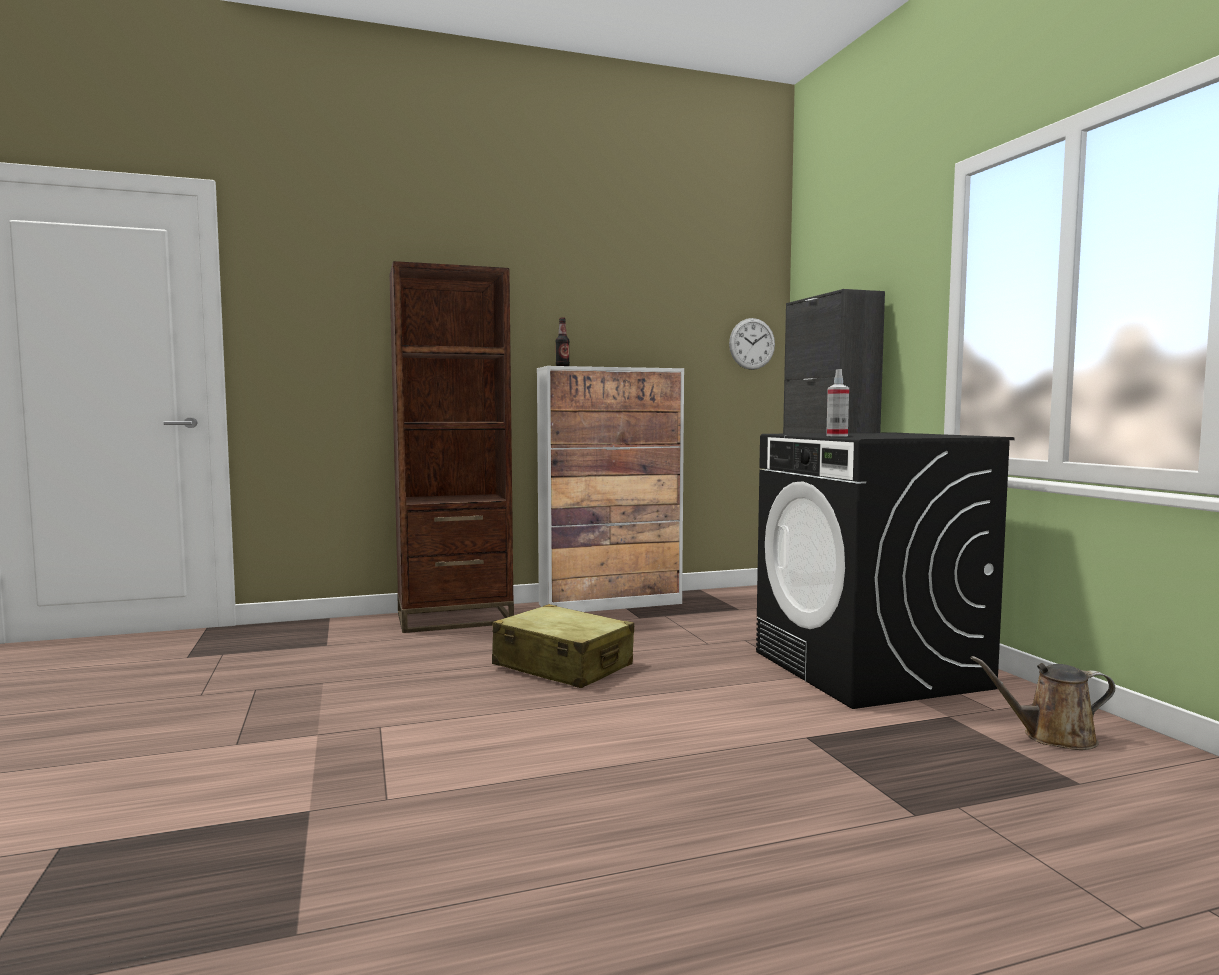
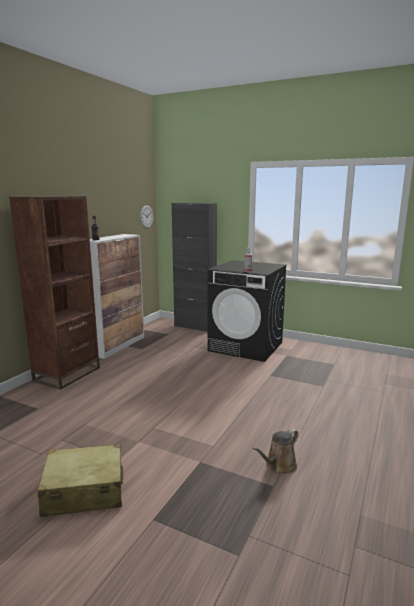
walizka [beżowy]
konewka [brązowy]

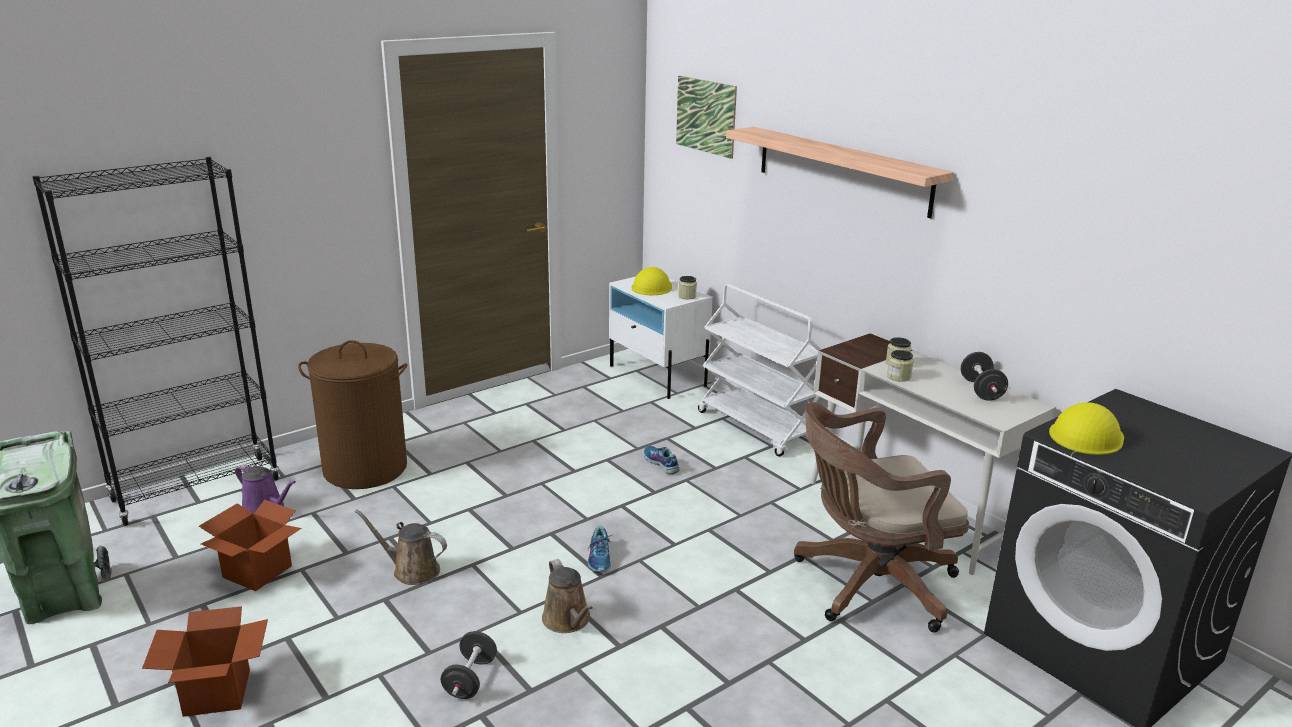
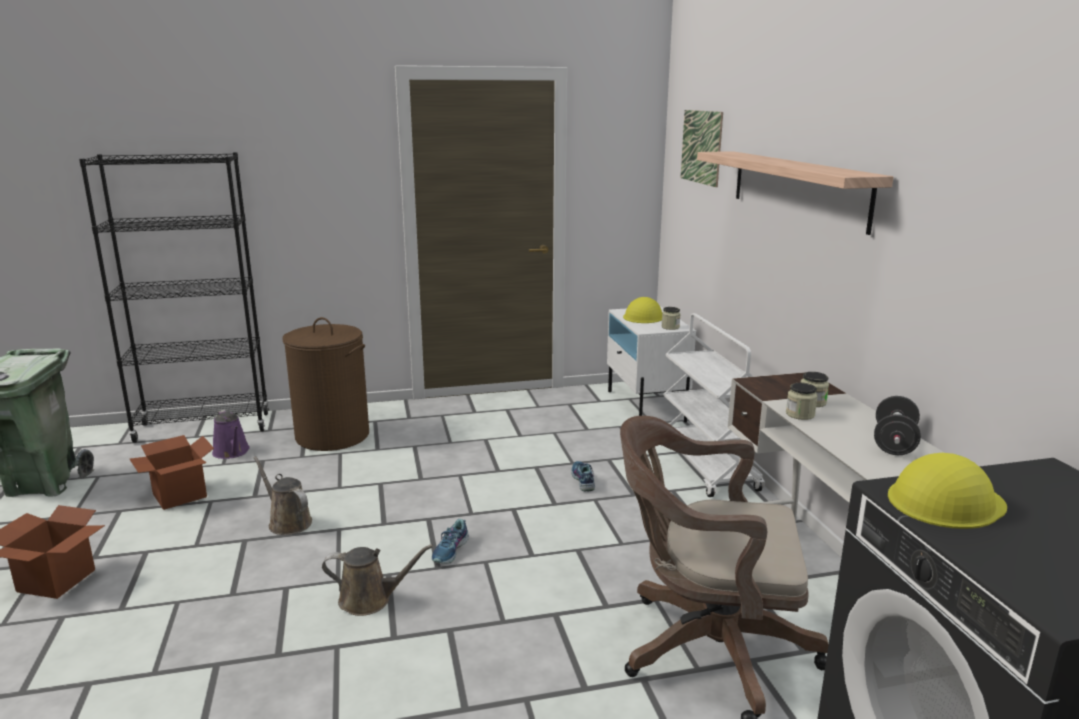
konewka [brązowy] (no. 2 from left)
hantel [czarny] (no. 1 from left in the first image)

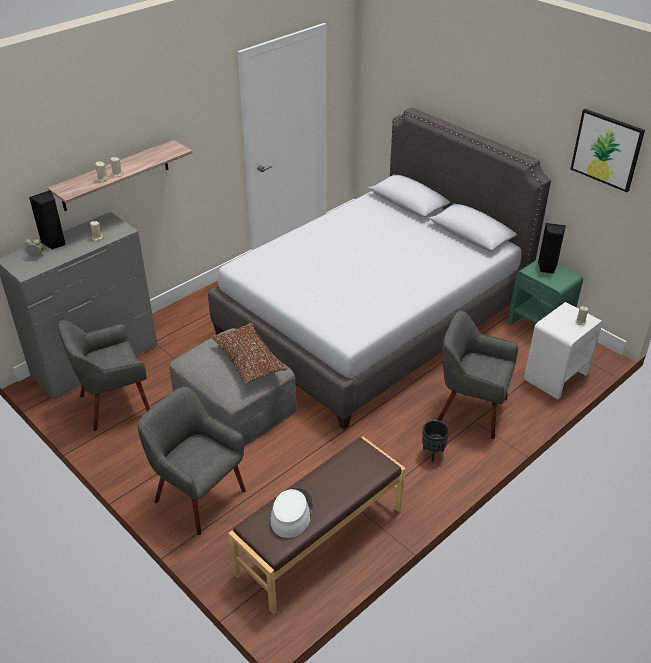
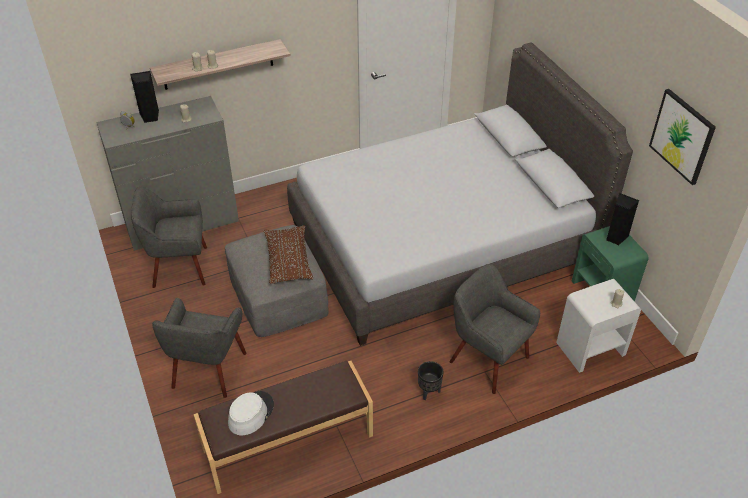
fotel [szary] (no. 2 from left)

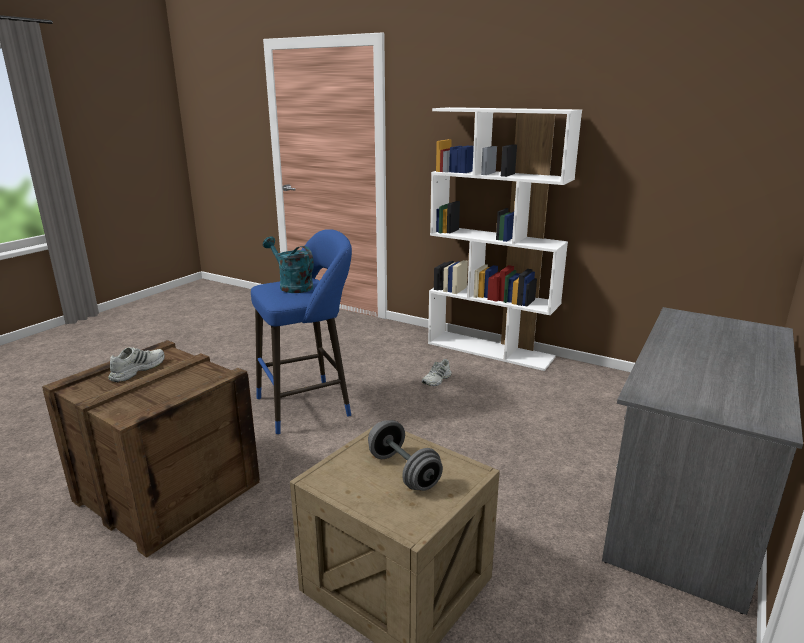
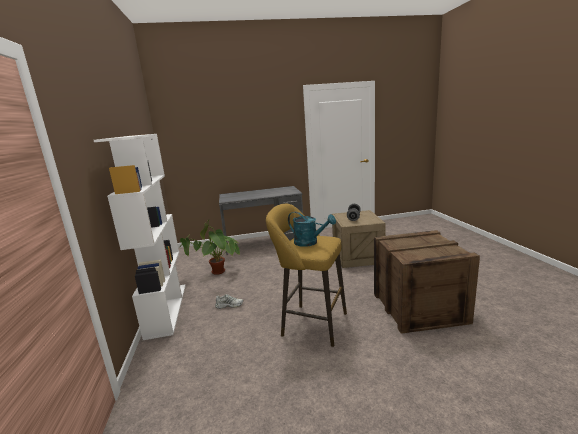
roślina doniczkowa
stołek [żółty]
konewka [turkusowy]
but [biały] (no. 1 from left in the first image)

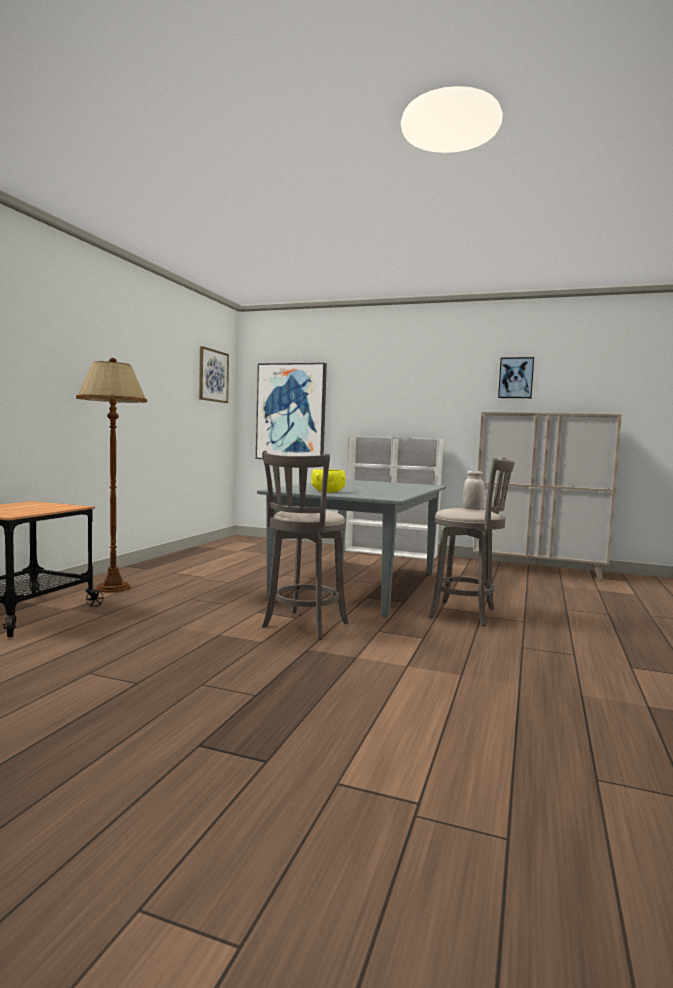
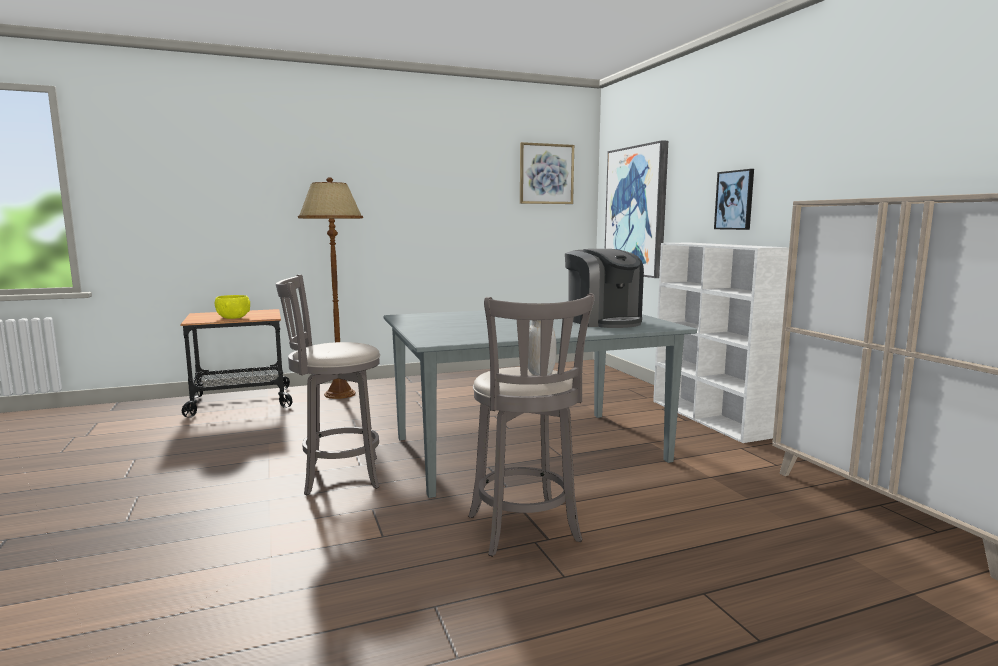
miska [żółty]
ekspres do kawy
obraz (no. 3 from left)

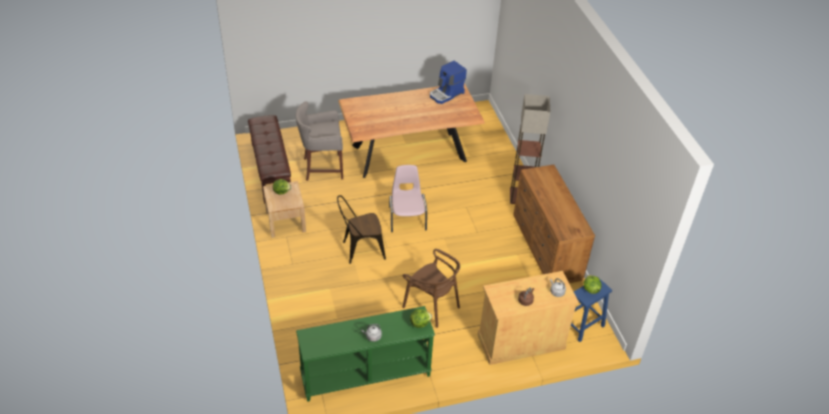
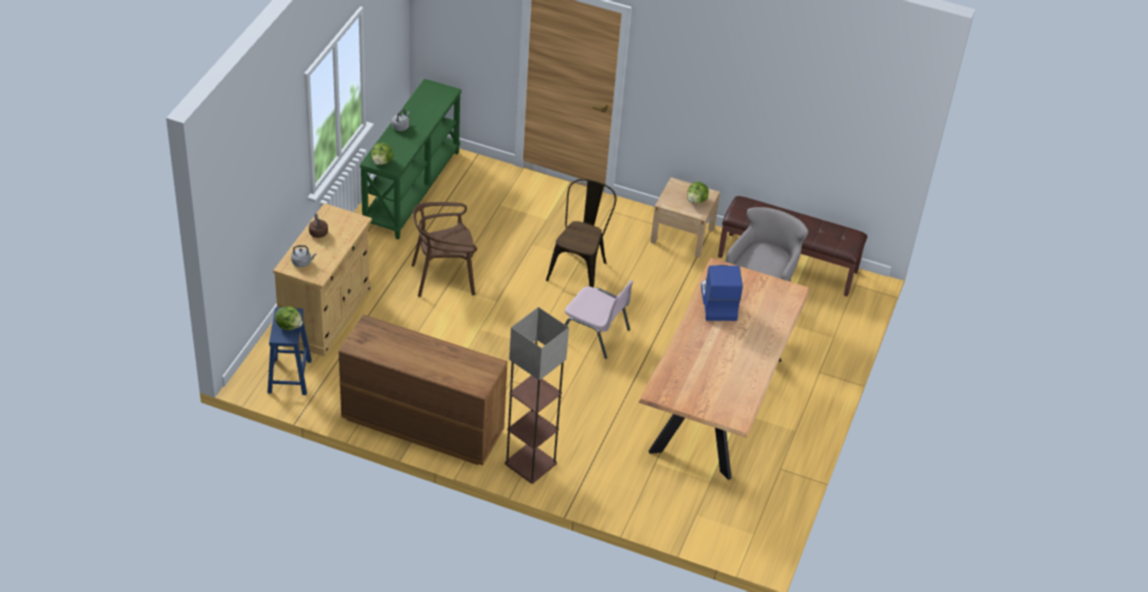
ekspres do kawy

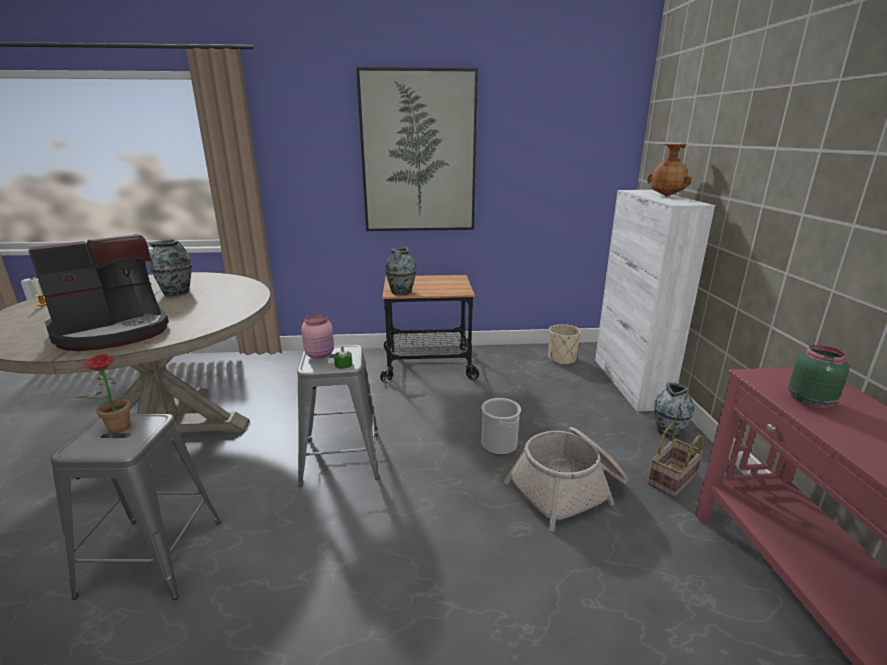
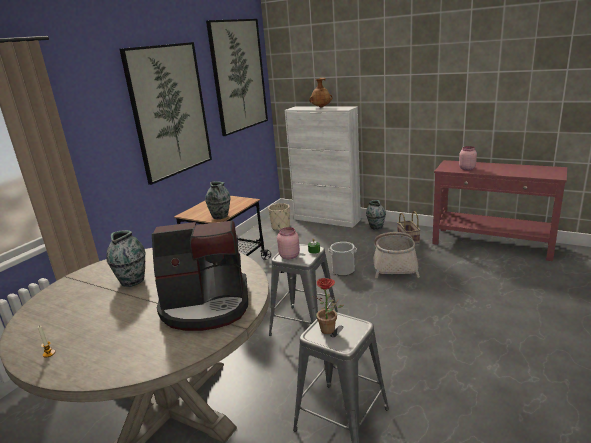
ekspres do kawy
obraz (no. 2 from left)
słoik [różowy] (no. 2 from left)

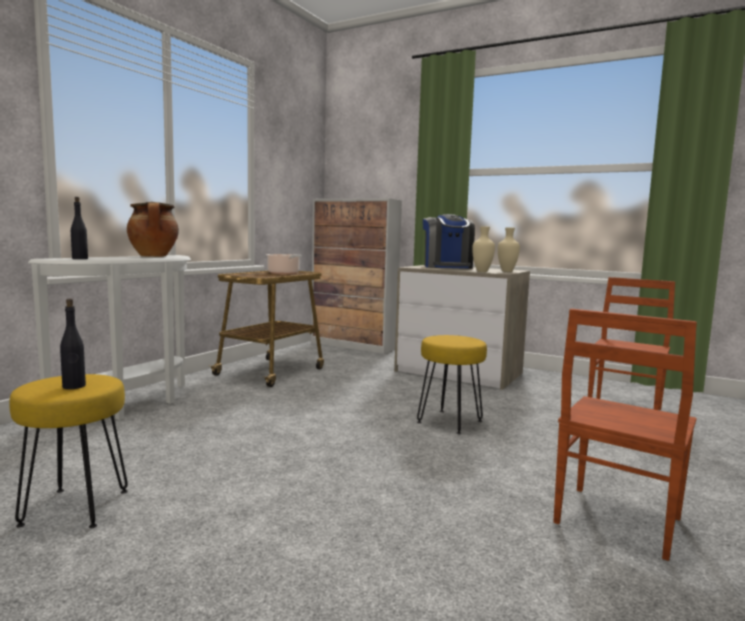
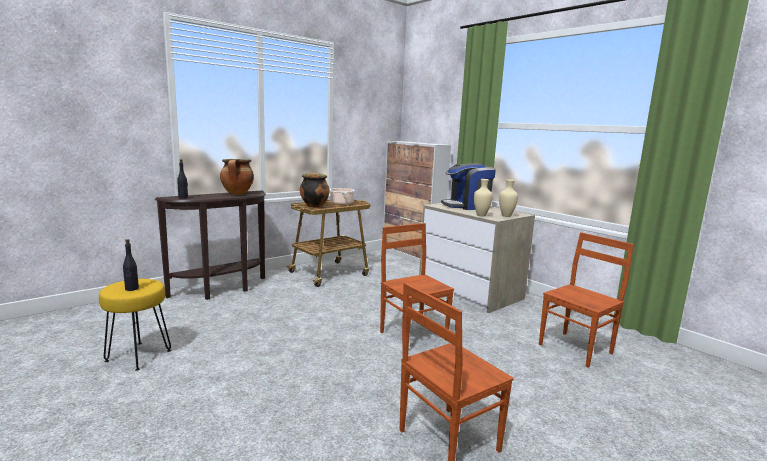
stolik konsolowy [brązowy]
garnek (no. 2 from left)
krzesło [brązowy] (no. 1 from left)
ekspres do kawy

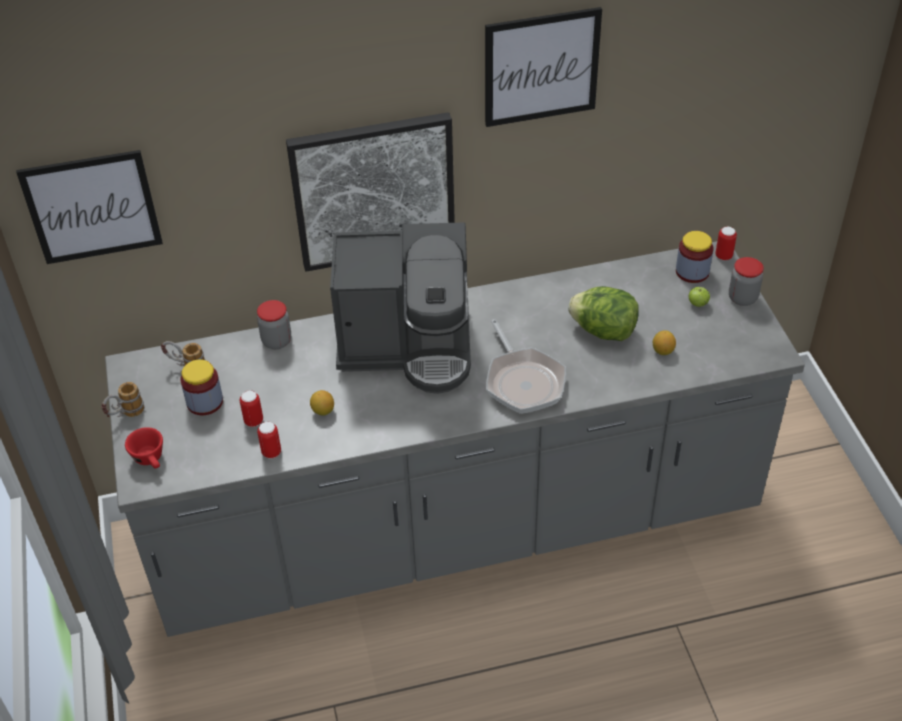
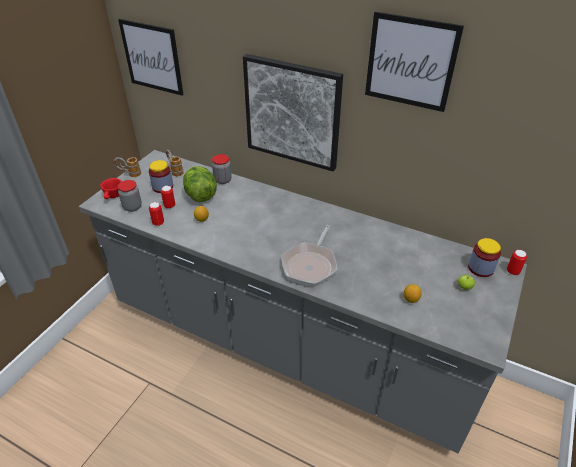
słoik (no. 1 from left)
sałata
ekspres do kawy

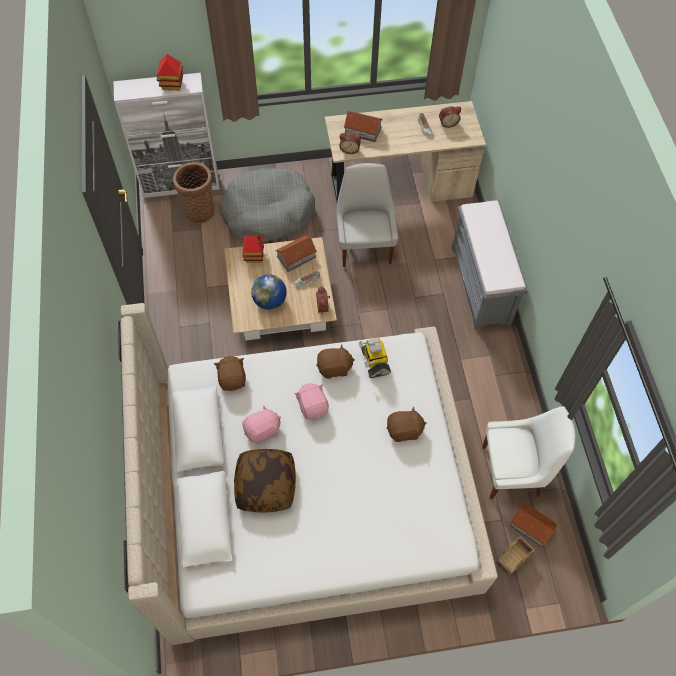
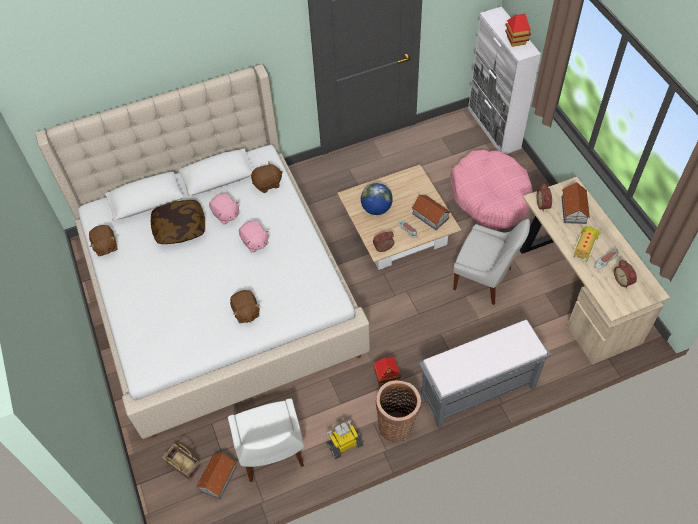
pluszak [brązowy] (no. 1 from left)
pluszak [różowy] (no. 2 from left)
robot zabawkowy
domek (no. 2 from left)
koszyk (no. 2 from left)
legowisko [różowy]
krzesło [biały] (no. 2 from left)
ciężarówka zabawkowa

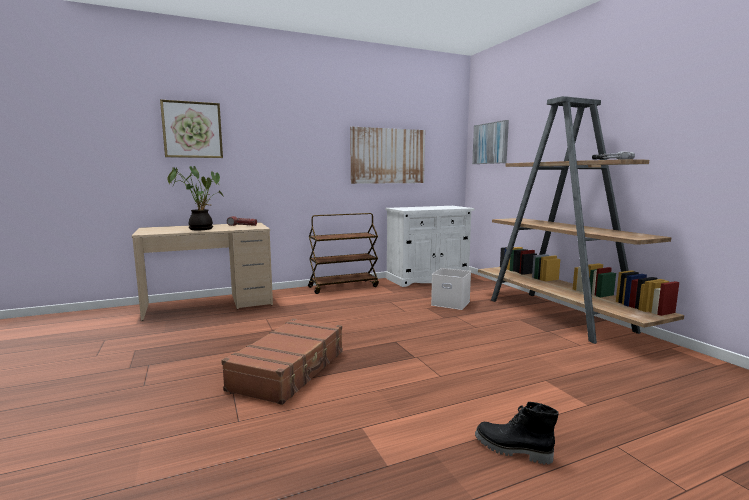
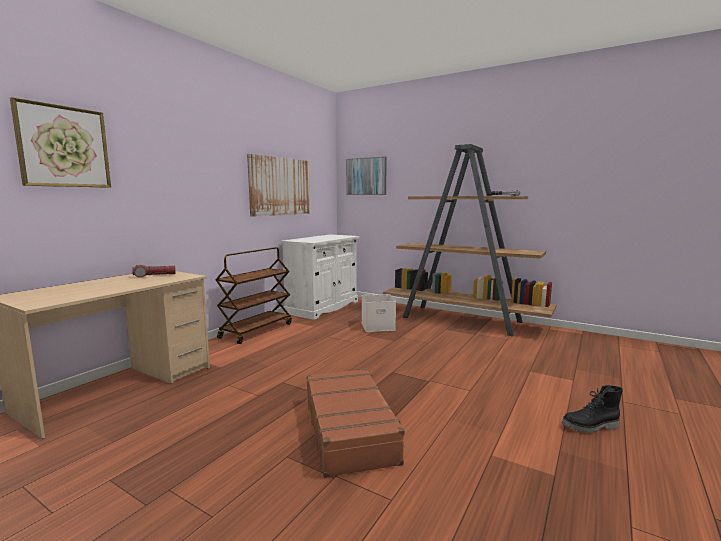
roślina doniczkowa

